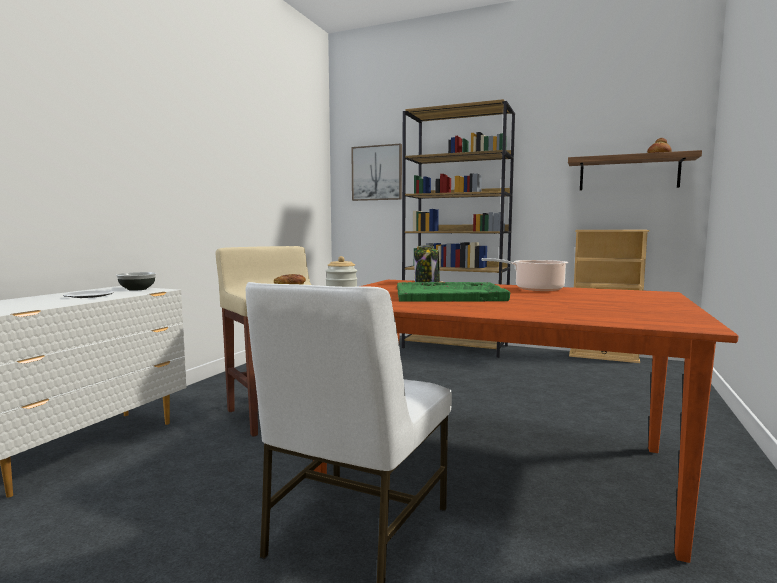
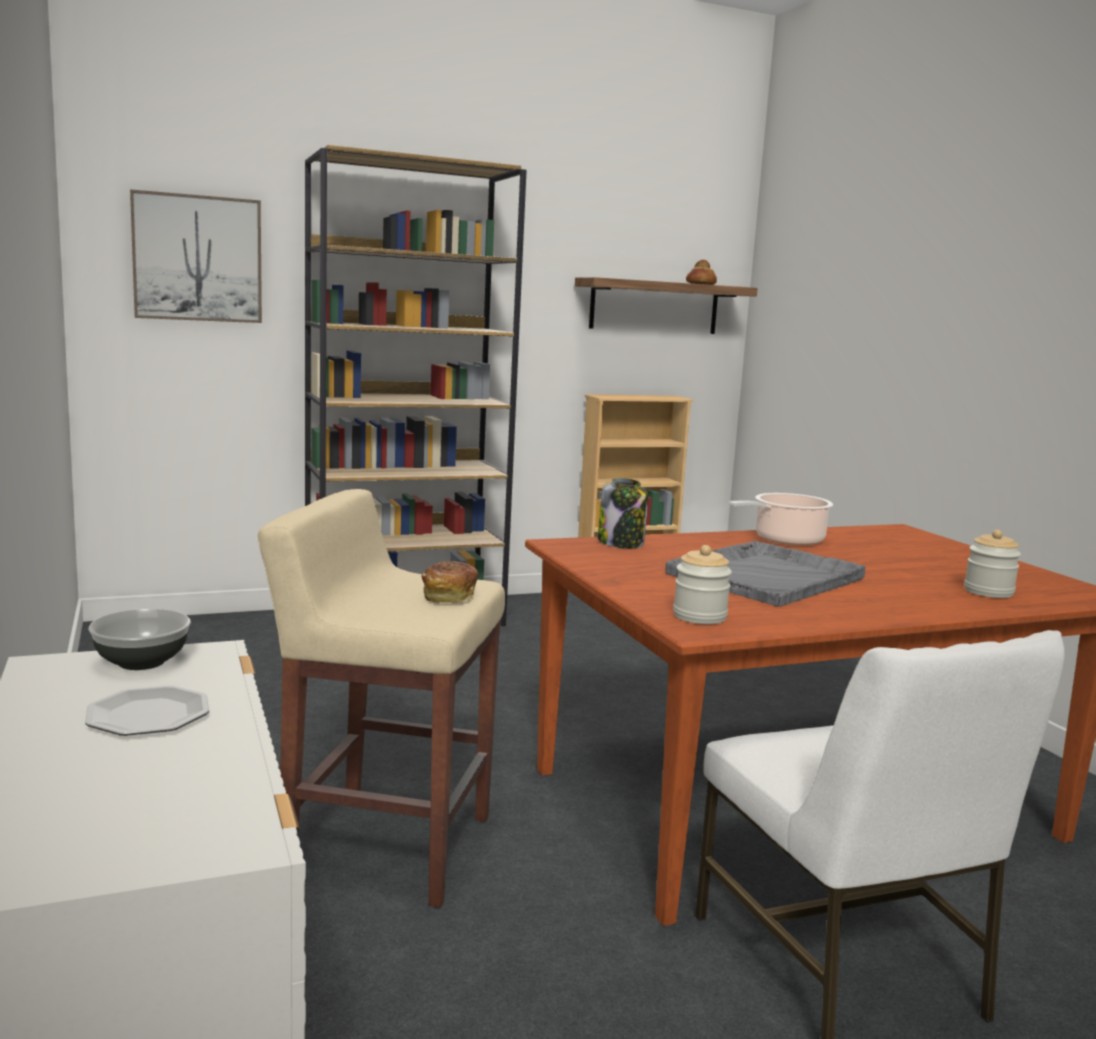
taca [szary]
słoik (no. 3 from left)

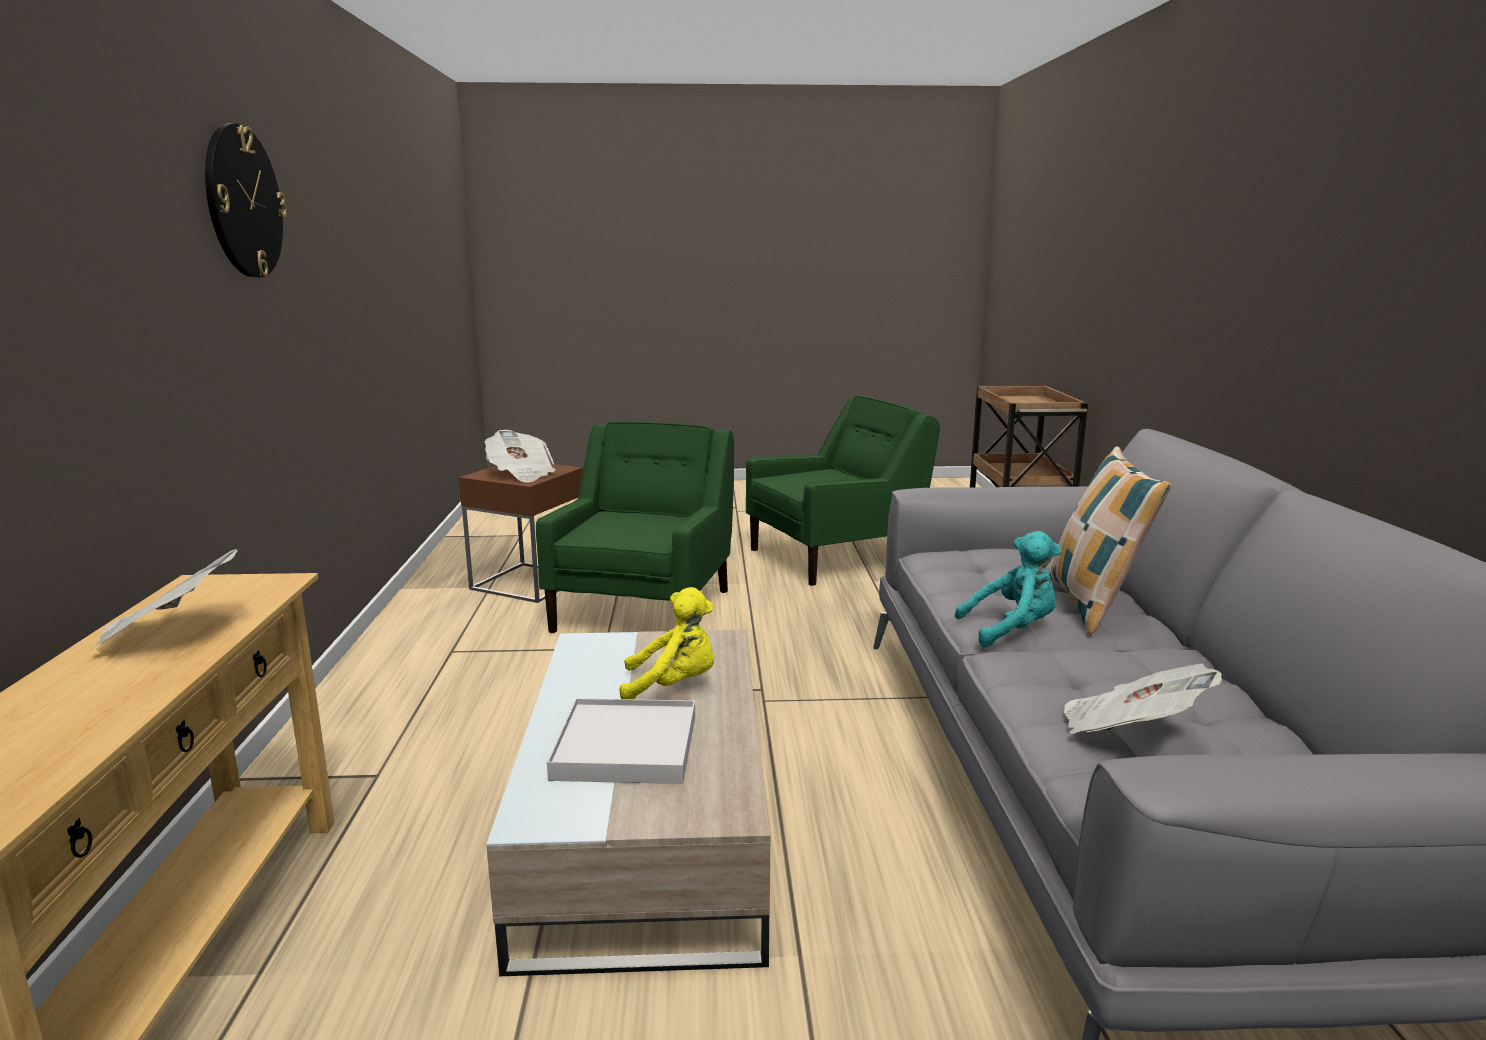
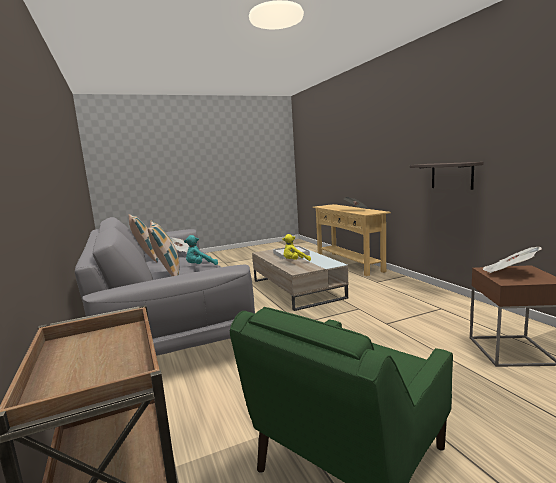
poduszka (no. 1 from left)
półka
zegar ścienny
fotel [zielony] (no. 1 from left in the first image)

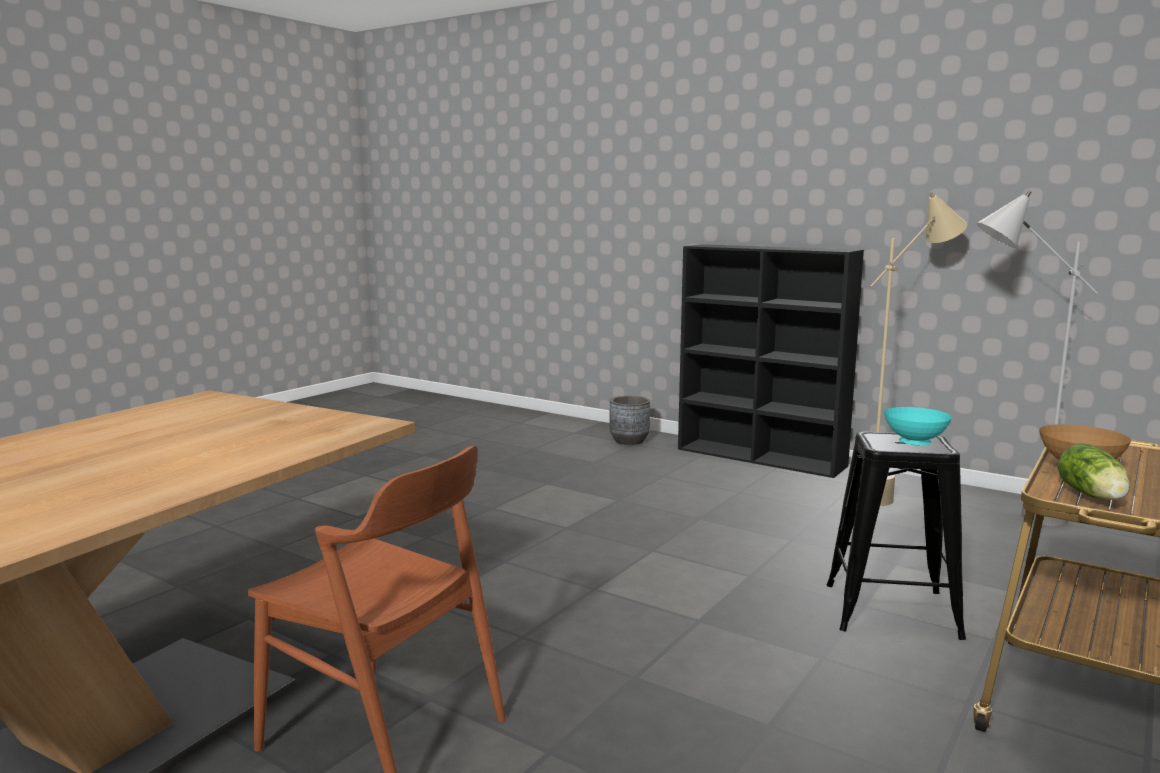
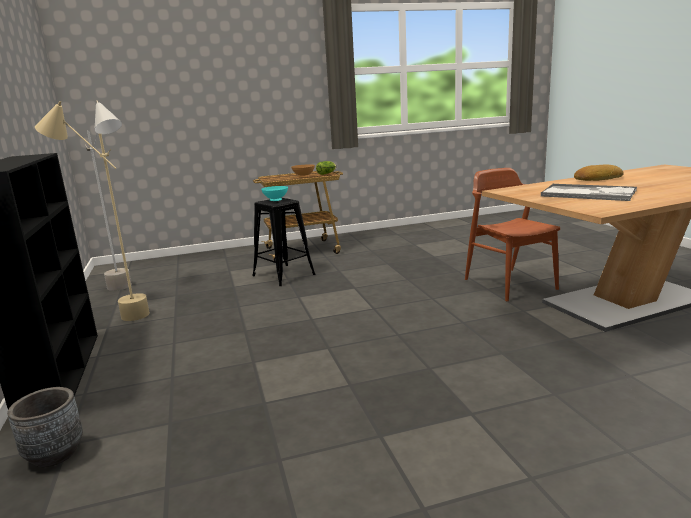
taca
chleb

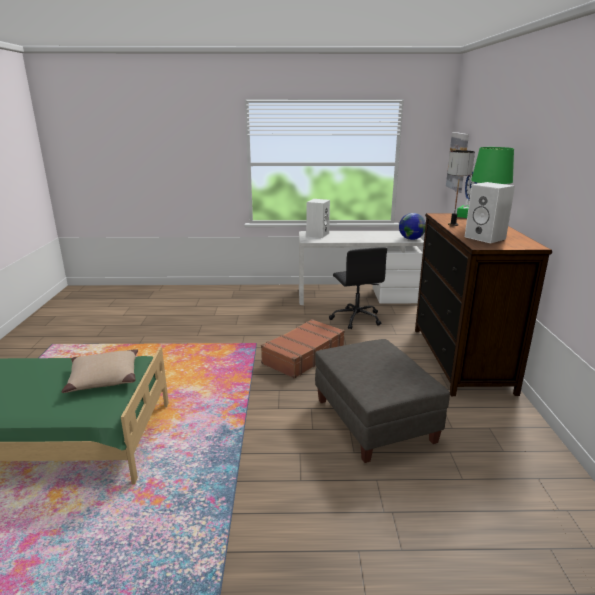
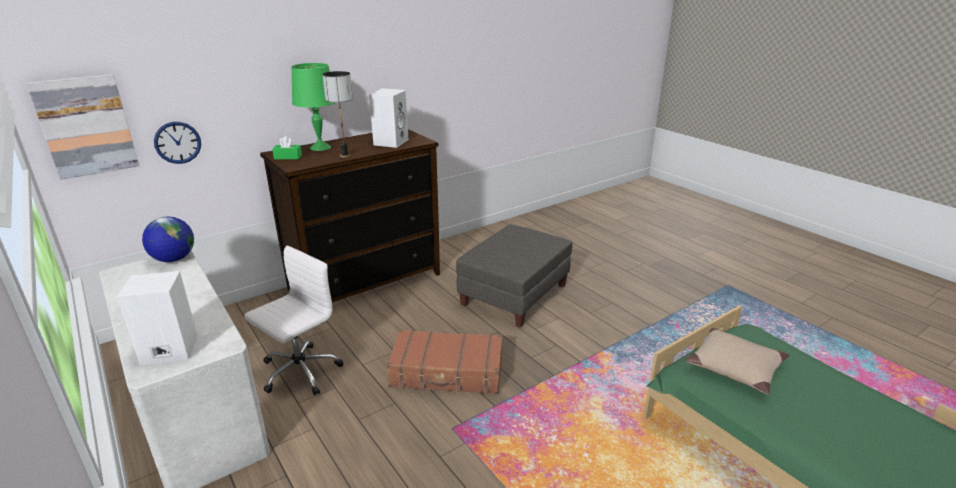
krzesło biurowe [biały]

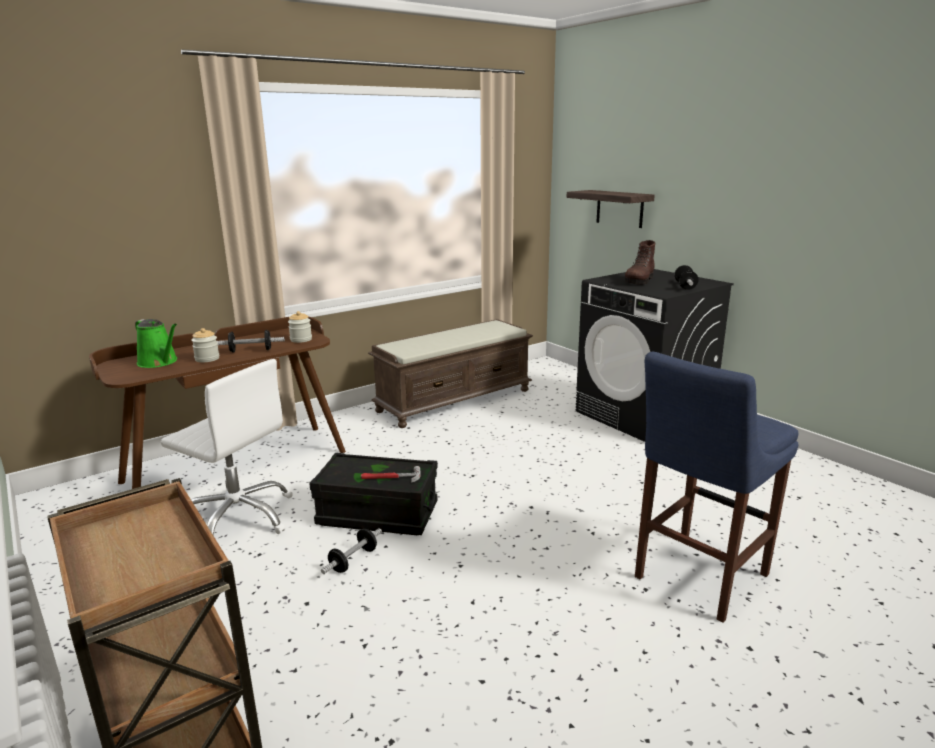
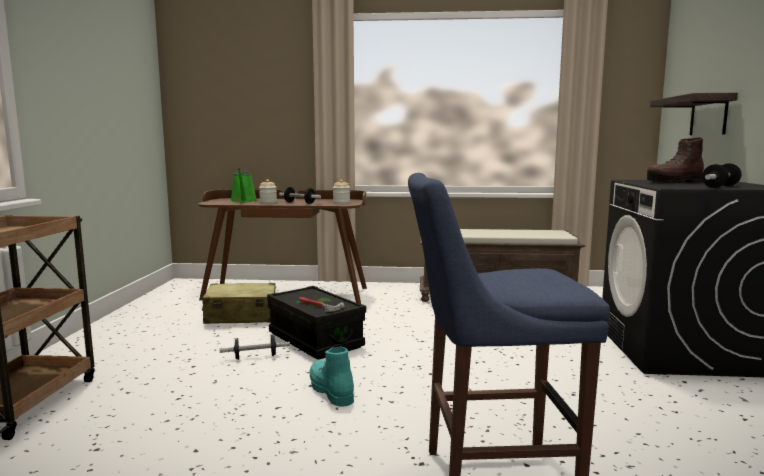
walizka [beżowy]
but z cholewką [turkusowy]

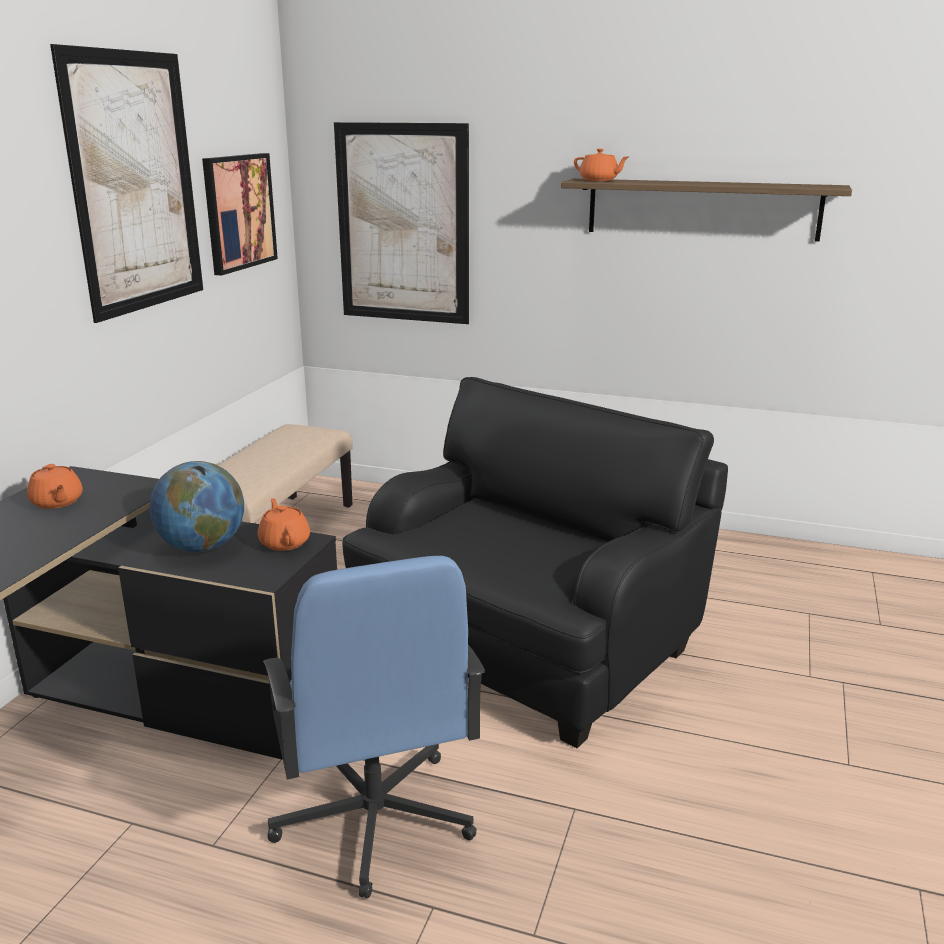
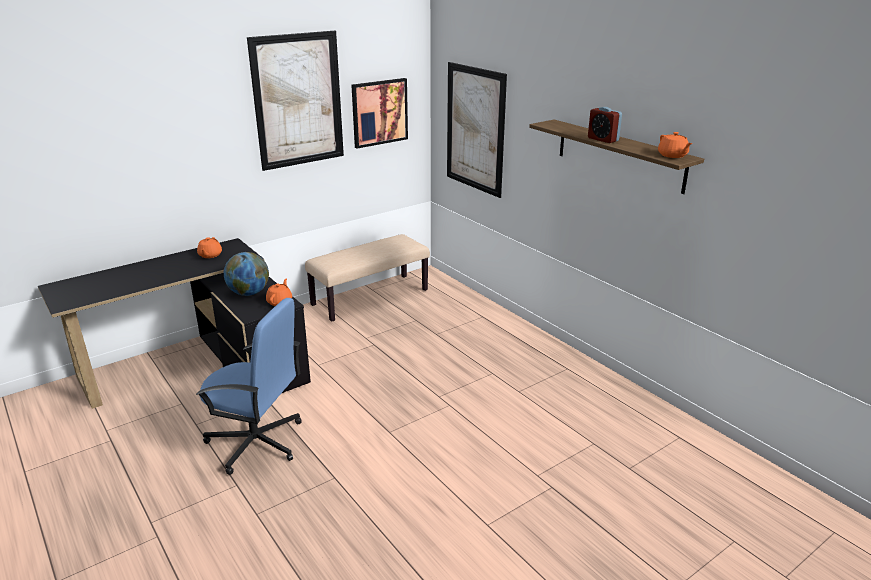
krzesło biurowe [niebieski]
budzik
imbryk [pomarańczowy] (no. 3 from left)
fotel [czarny]

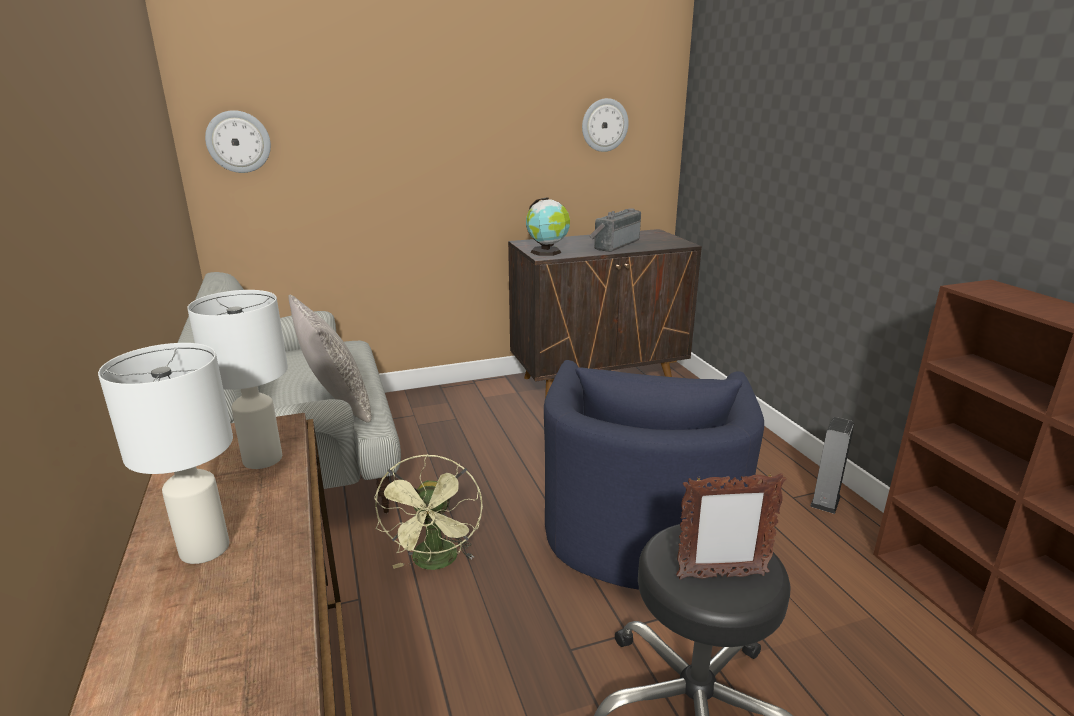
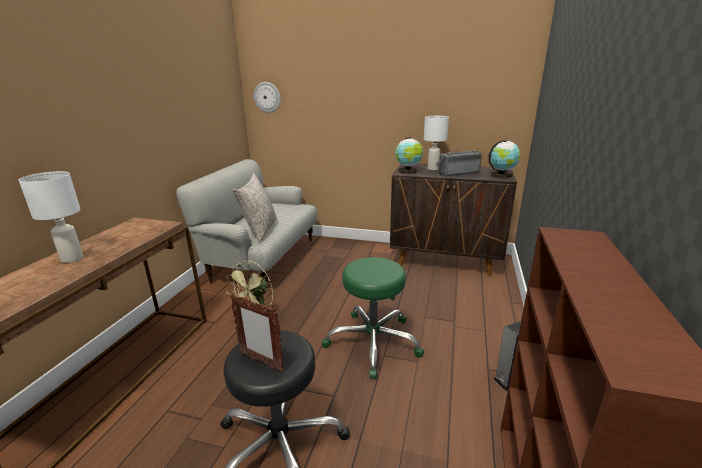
stołek [zielony]
lampa stołowa [biały] (no. 2 from left)
globus (no. 2 from left)
zegar ścienny (no. 2 from left in the first image)

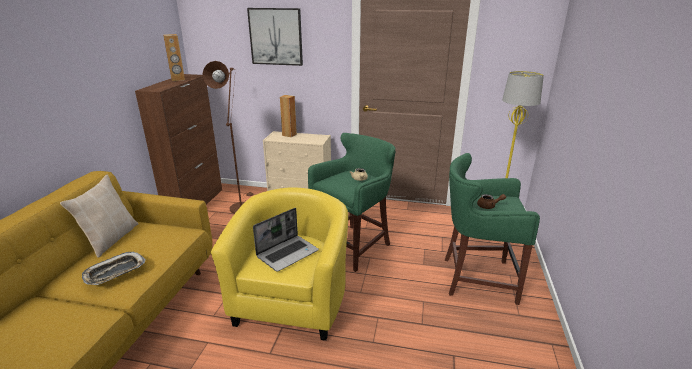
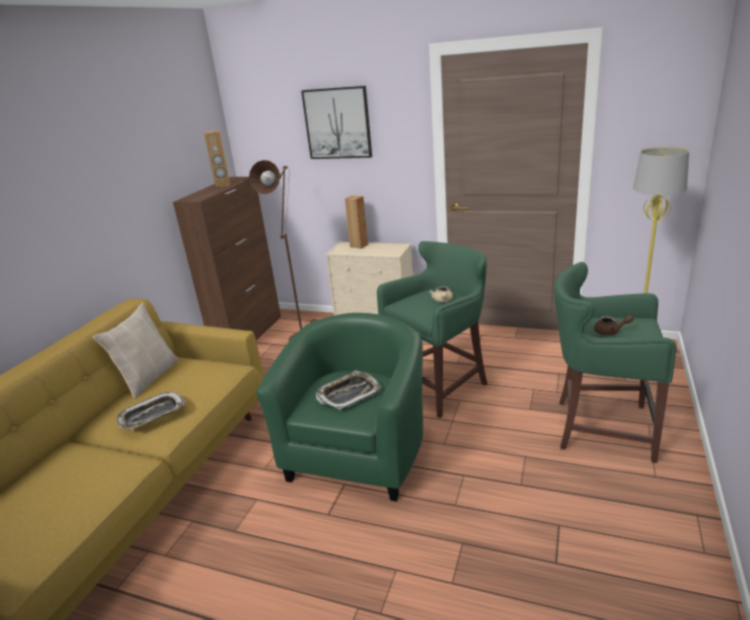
fotel [zielony]
taca (no. 2 from left)

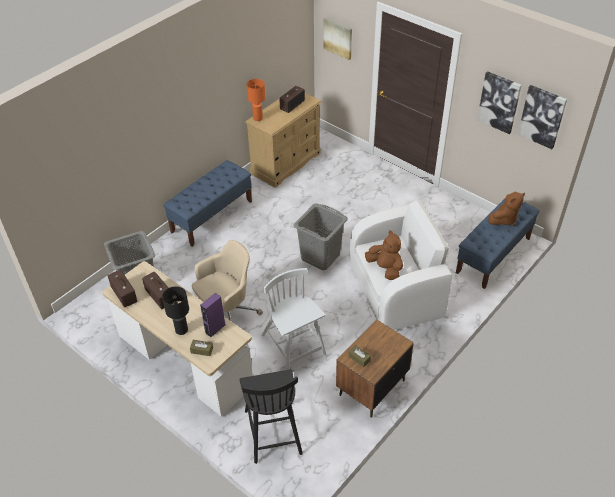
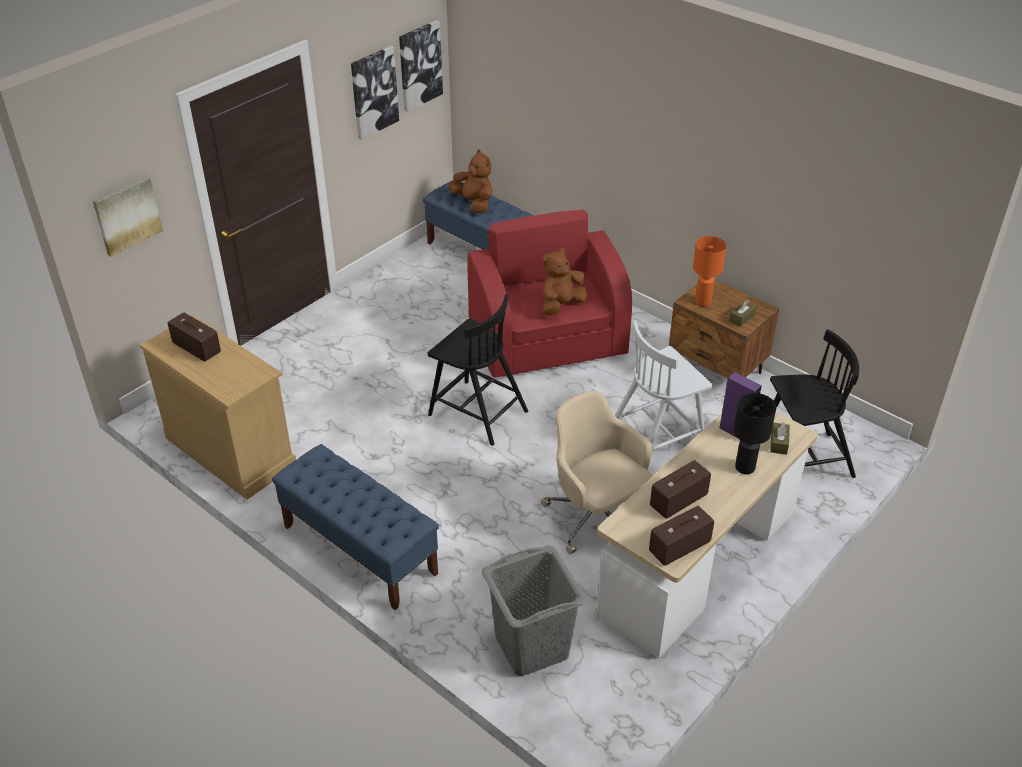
krzesło [czarny] (no. 1 from left)
fotel [czerwony]
lampa stołowa [pomarańczowy]

